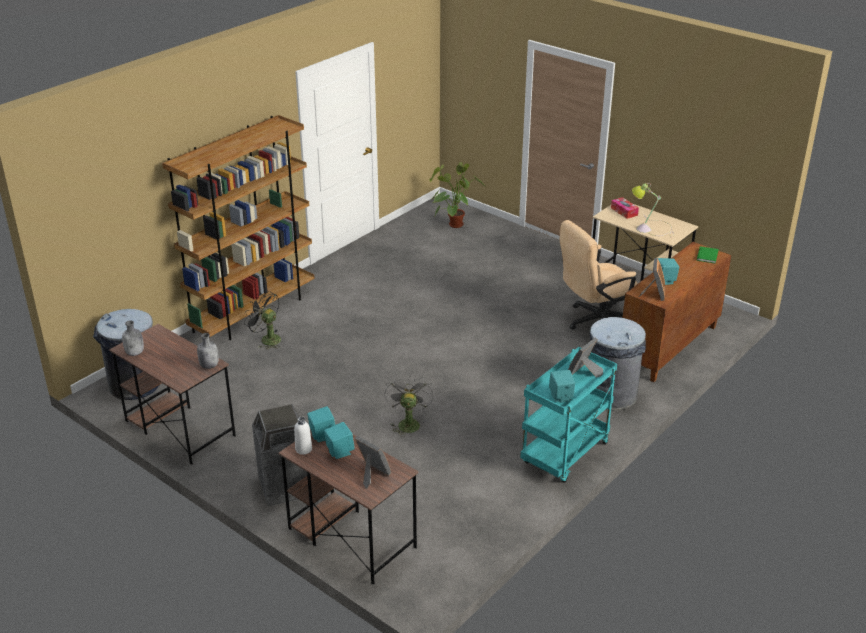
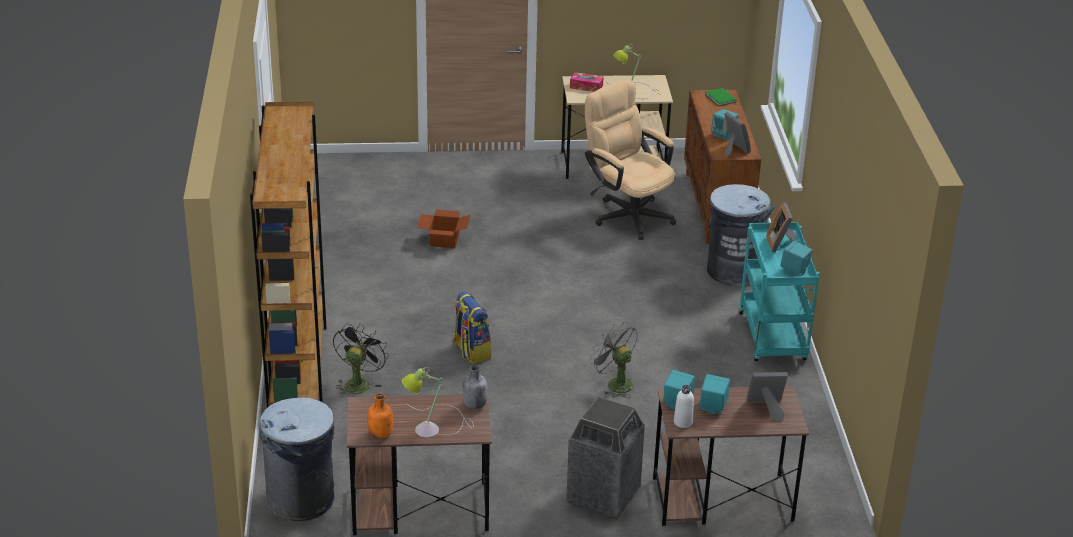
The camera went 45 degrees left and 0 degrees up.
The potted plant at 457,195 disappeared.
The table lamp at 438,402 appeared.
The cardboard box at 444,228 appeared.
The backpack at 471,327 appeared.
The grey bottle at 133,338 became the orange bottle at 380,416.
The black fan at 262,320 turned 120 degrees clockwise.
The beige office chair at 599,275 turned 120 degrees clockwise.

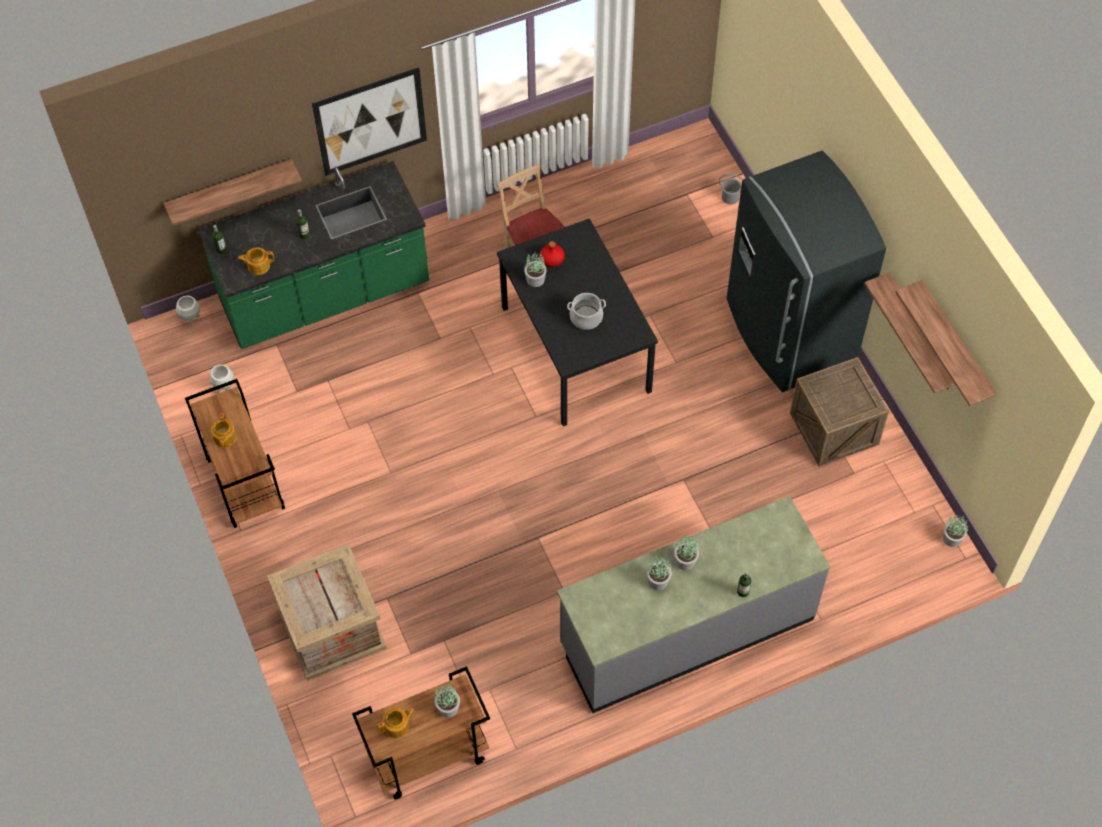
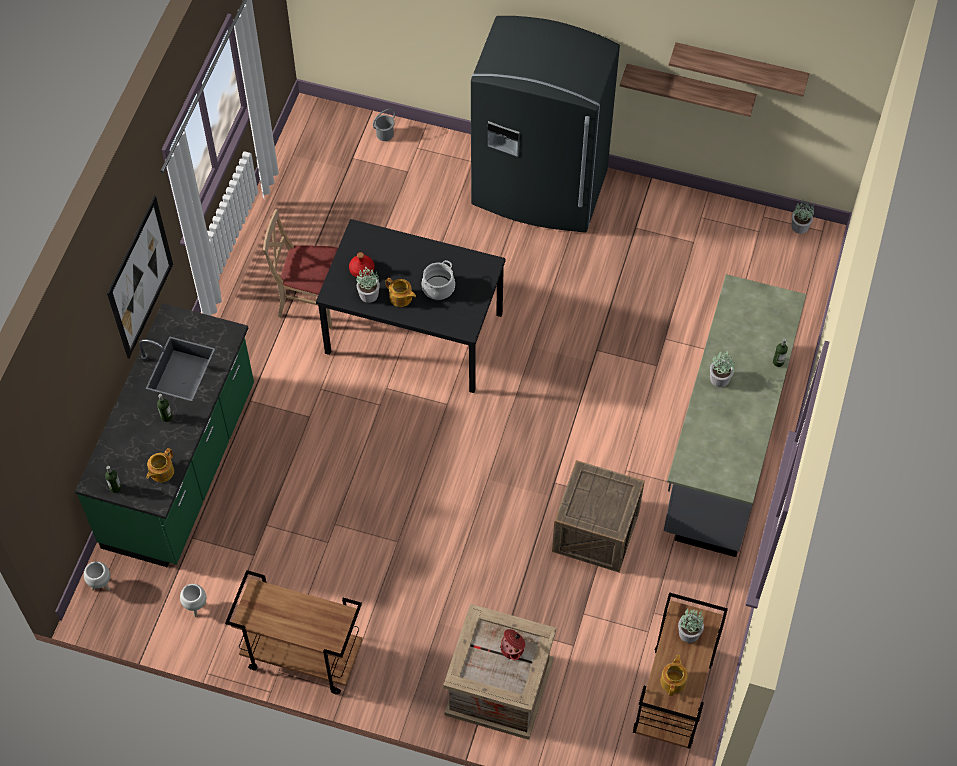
The camera went 50 degrees left and 0 degrees up.
The shelf at 233,192 disappeared.
The potted plant at 659,572 disappeared.
The cooking pot at 513,644 appeared.
The teapot moved from 224,430 to 401,292.
The crate moved from 839,412 to 598,516.

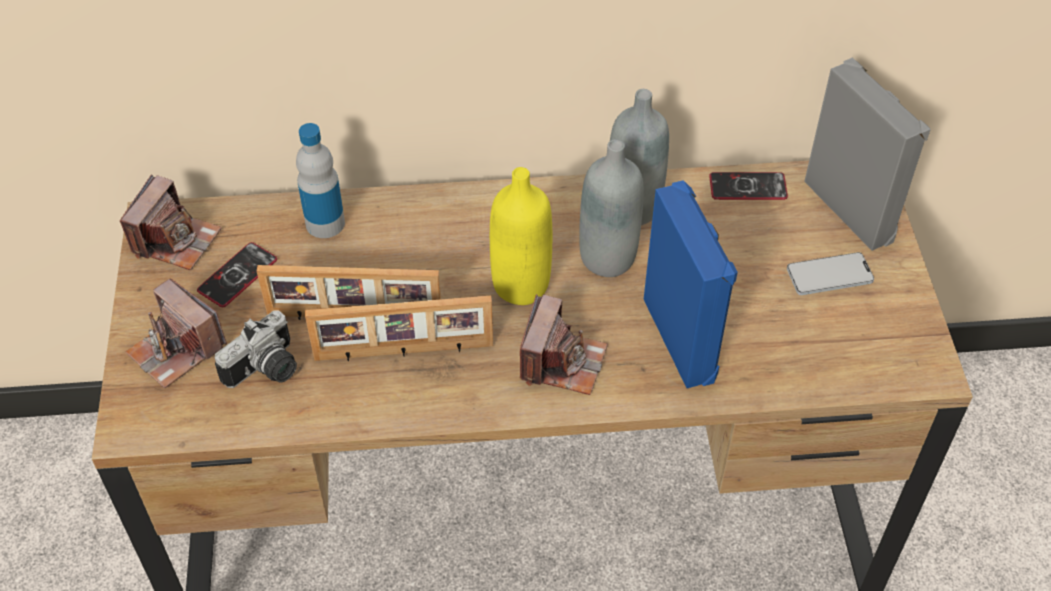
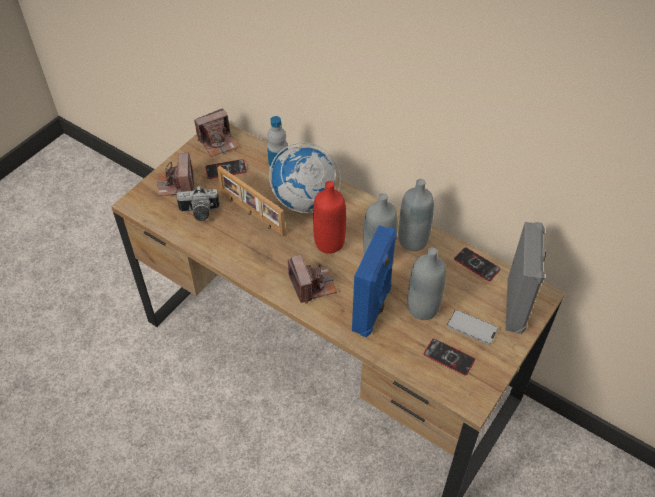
The camera went 40 degrees right and 0 degrees up.
The picture frame at 399,328 disappeared.
The globe at 305,177 appeared.
The grey bottle at 426,284 appeared.
The phone at 449,357 appeared.
The yellow bottle at 521,236 became the red bottle at 329,217.
The photo camera at 564,344 turned 75 degrees counterclockwise.

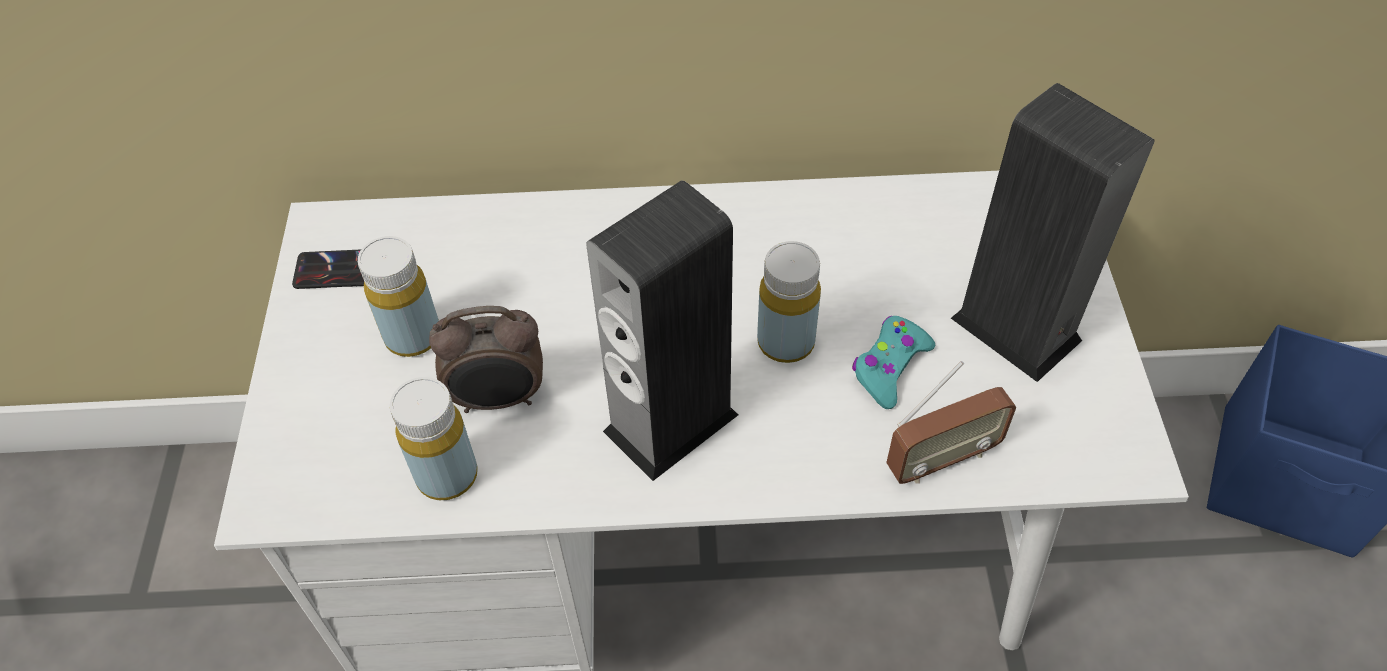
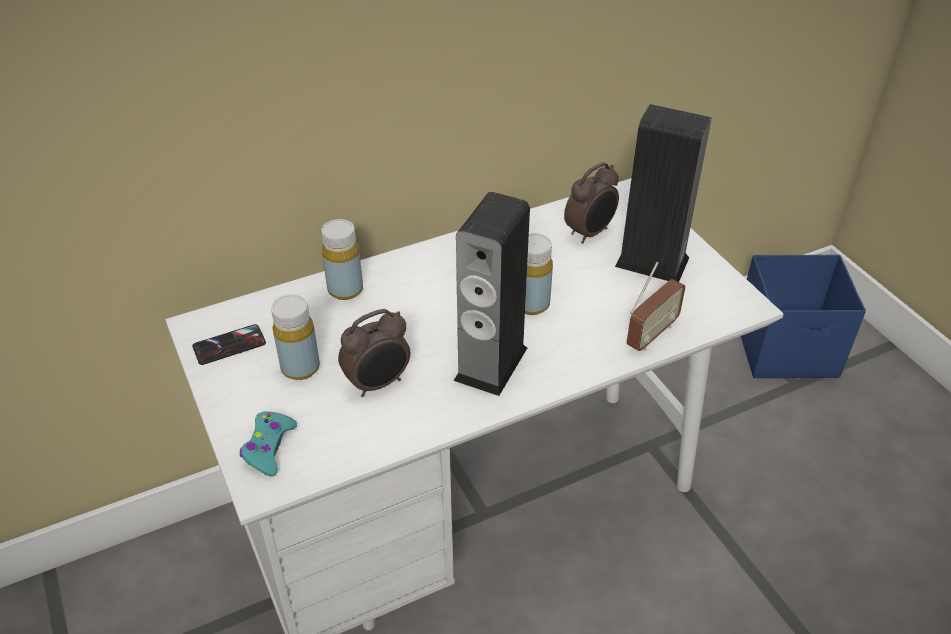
The camera went 25 degrees left and 10 degrees down.
The alarm clock at 591,203 appeared.
The yellow bottle moved from 434,438 to 342,259.
The turquoise game controller moved from 893,362 to 268,444.

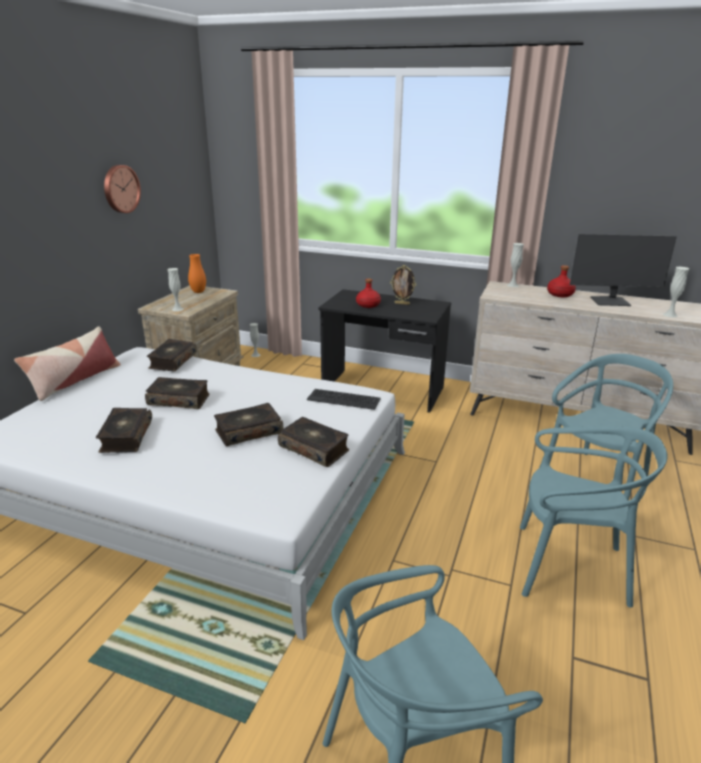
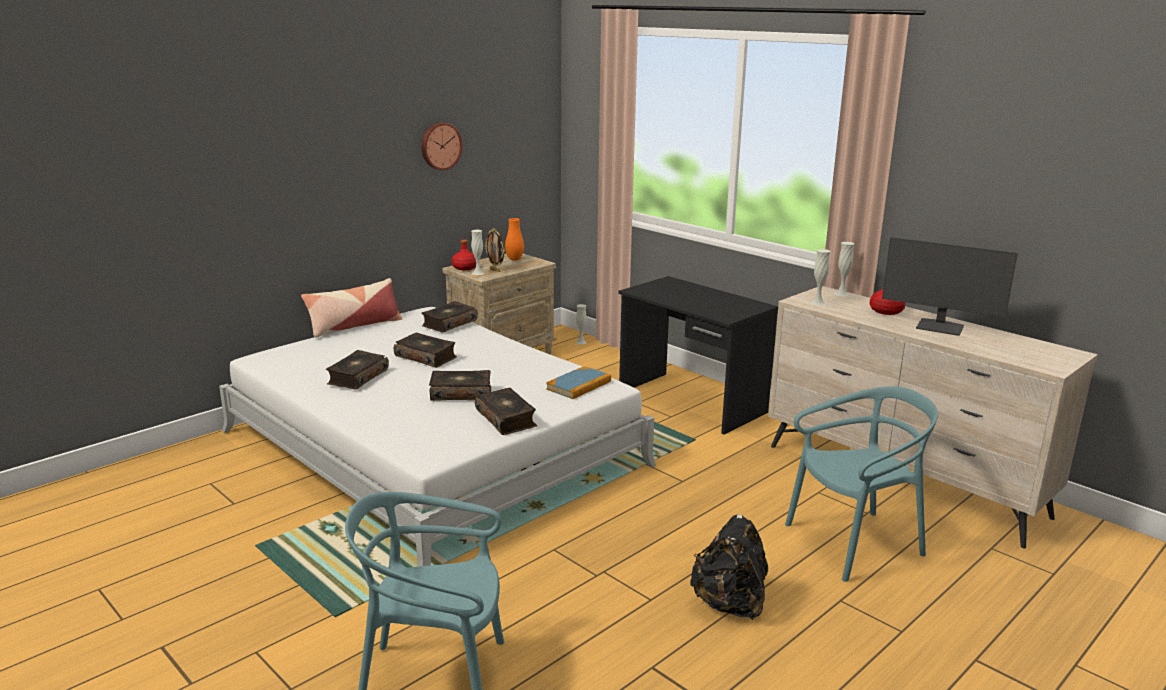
The camera went 25 degrees right and 5 degrees down.
The red bottle moved from 368,293 to 463,255.
The picture frame moved from 403,285 to 495,250.
The white vase moved from 676,292 to 820,277.
The keyboard at 344,399 was replaced by the book at 578,382.
The turquoise chair at 594,517 was replaced by the black backpack at 729,567.

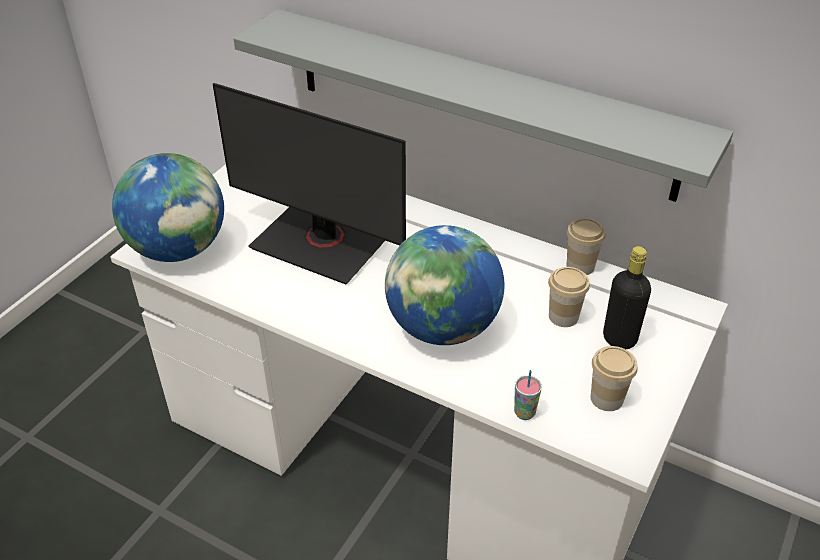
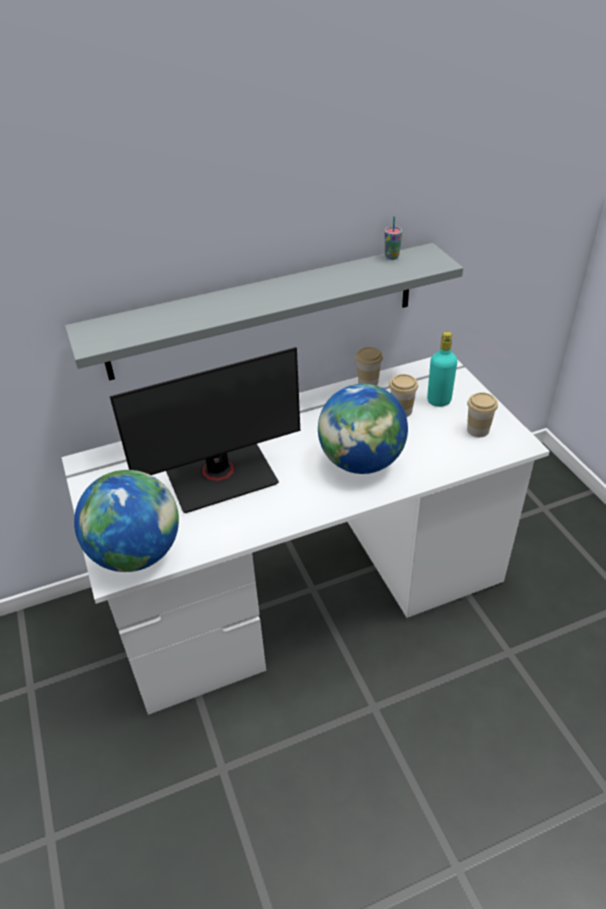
The camera went 50 degrees left and 0 degrees up.
The cup moved from 528,395 to 393,238.
The black bottle at 627,297 became the turquoise bottle at 442,369.

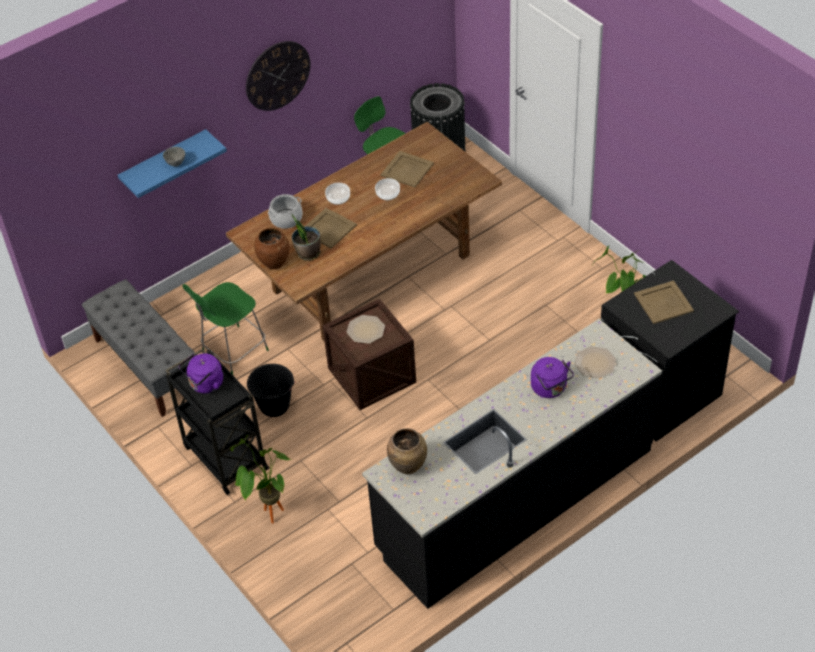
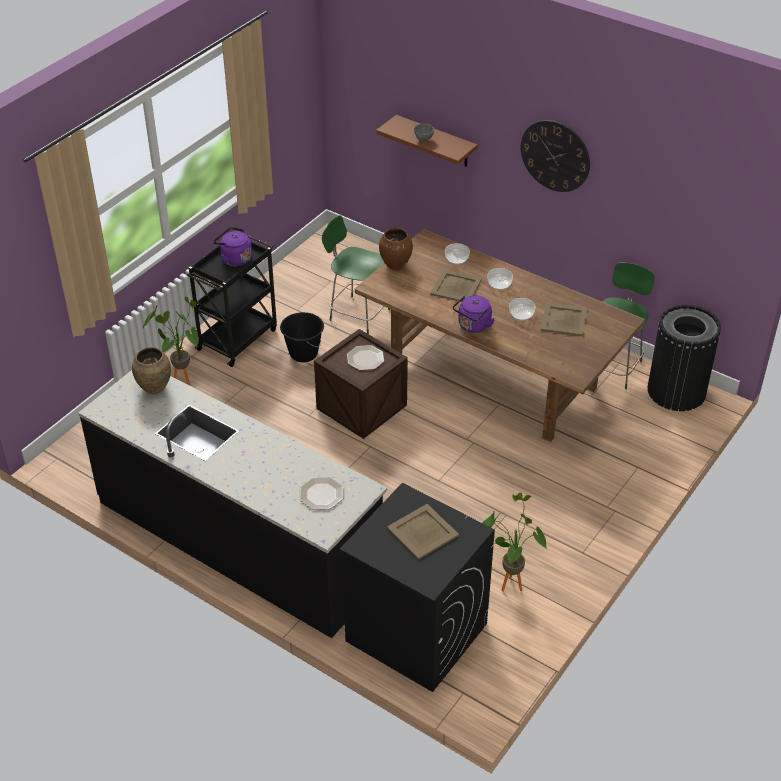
The camera went 70 degrees right and 5 degrees down.
The grey bench at 139,348 disappeared.
The potted plant at 306,237 disappeared.
The purple kettle moved from 552,377 to 474,314.
The cooking pot at 285,211 was replaced by the bowl at 457,253.
The blue shelf at 172,163 became the brown shelf at 427,141.

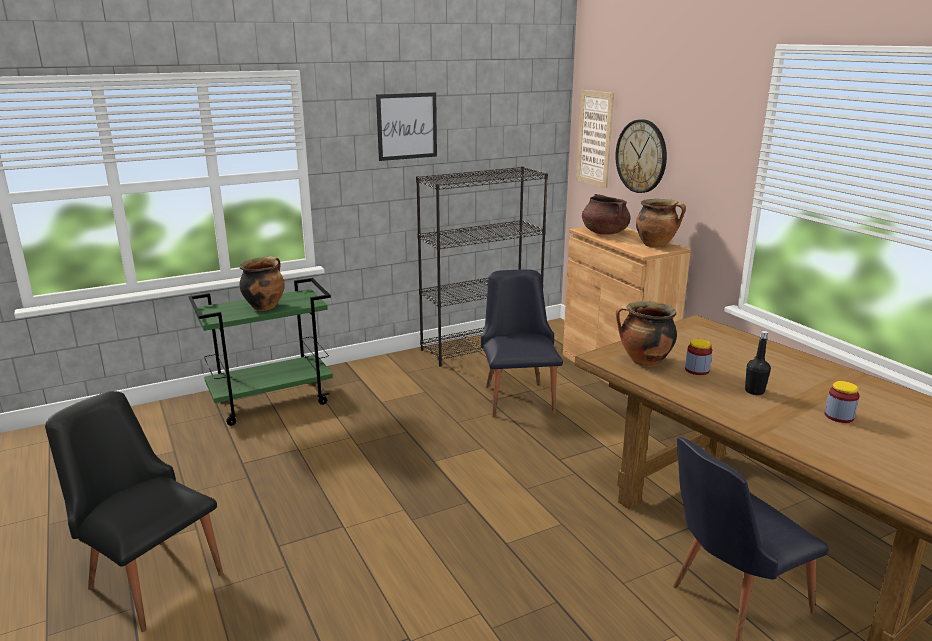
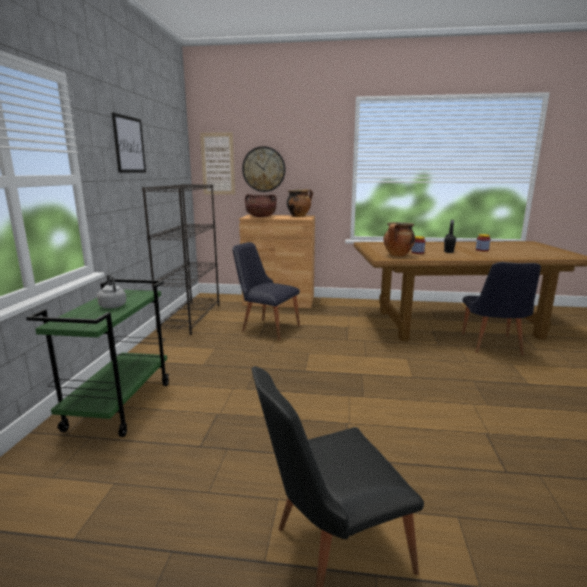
The camera went 55 degrees left and 5 degrees down.
The cooking pot at 262,283 was replaced by the grey kettle at 112,291.

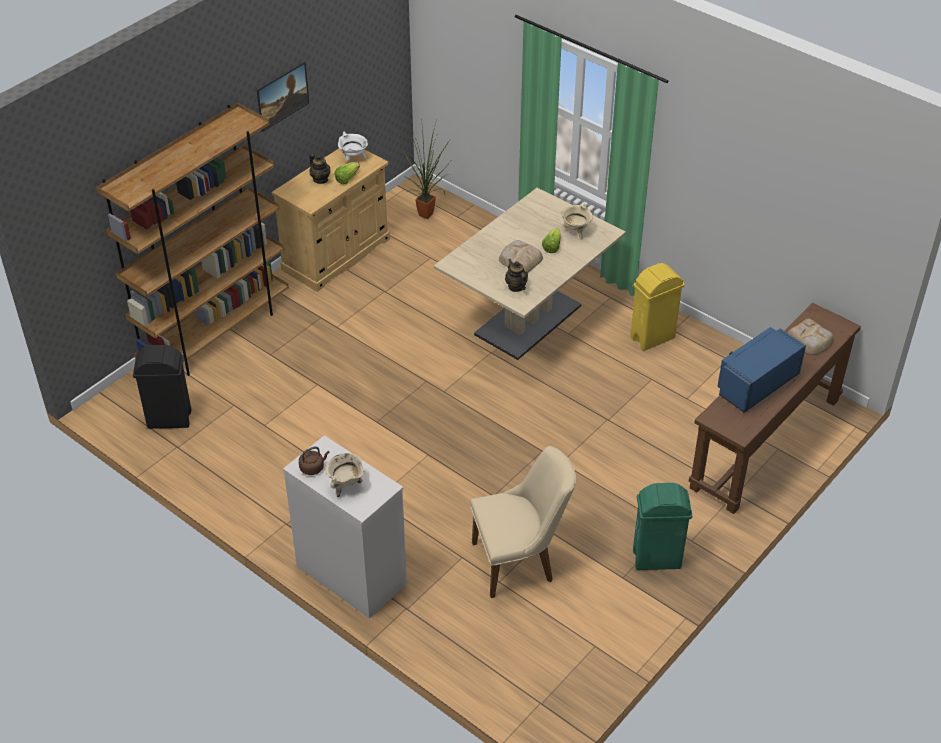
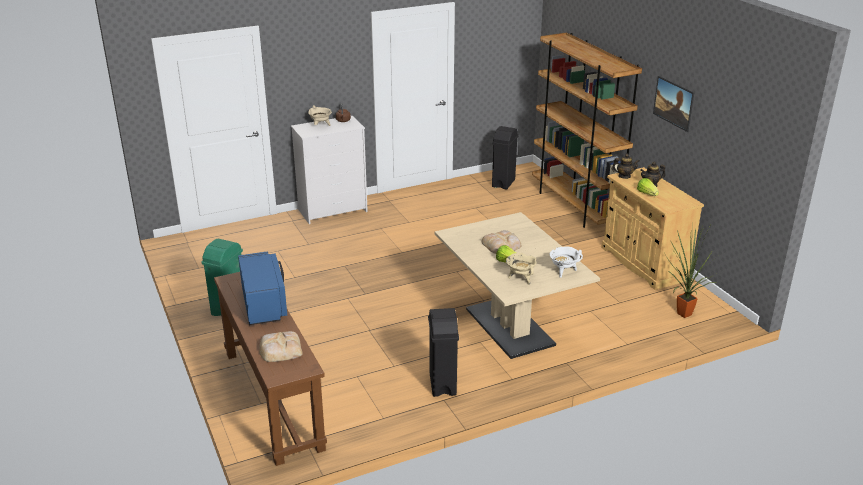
The camera went 115 degrees right and 15 degrees down.
The beige chair at 523,522 disappeared.
The white cooking pot moved from 353,146 to 566,262.
The teapot moved from 516,275 to 626,166.
The yellow trash can at 657,307 became the black trash can at 443,352.

